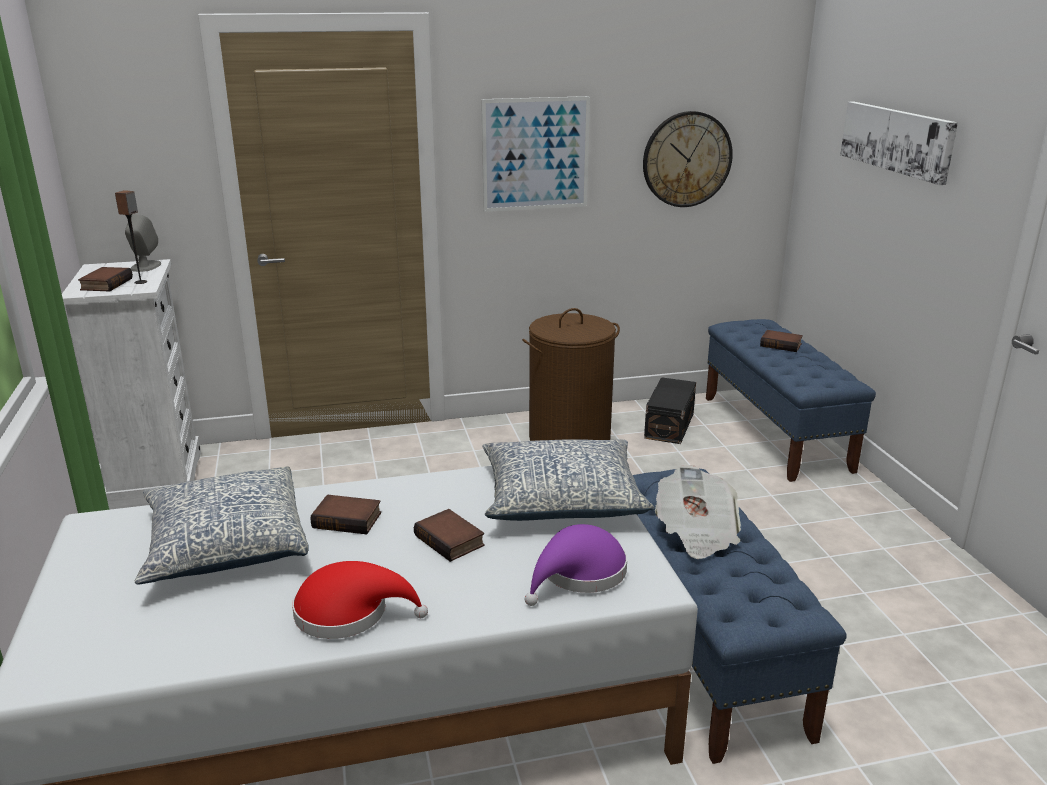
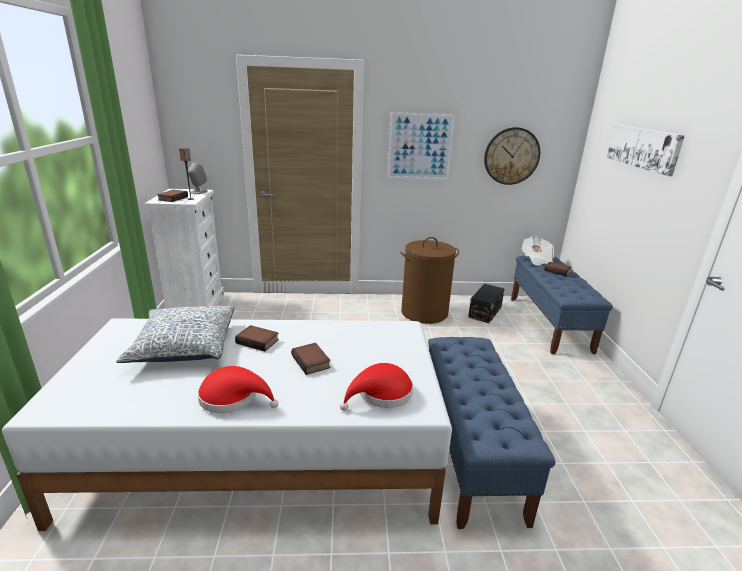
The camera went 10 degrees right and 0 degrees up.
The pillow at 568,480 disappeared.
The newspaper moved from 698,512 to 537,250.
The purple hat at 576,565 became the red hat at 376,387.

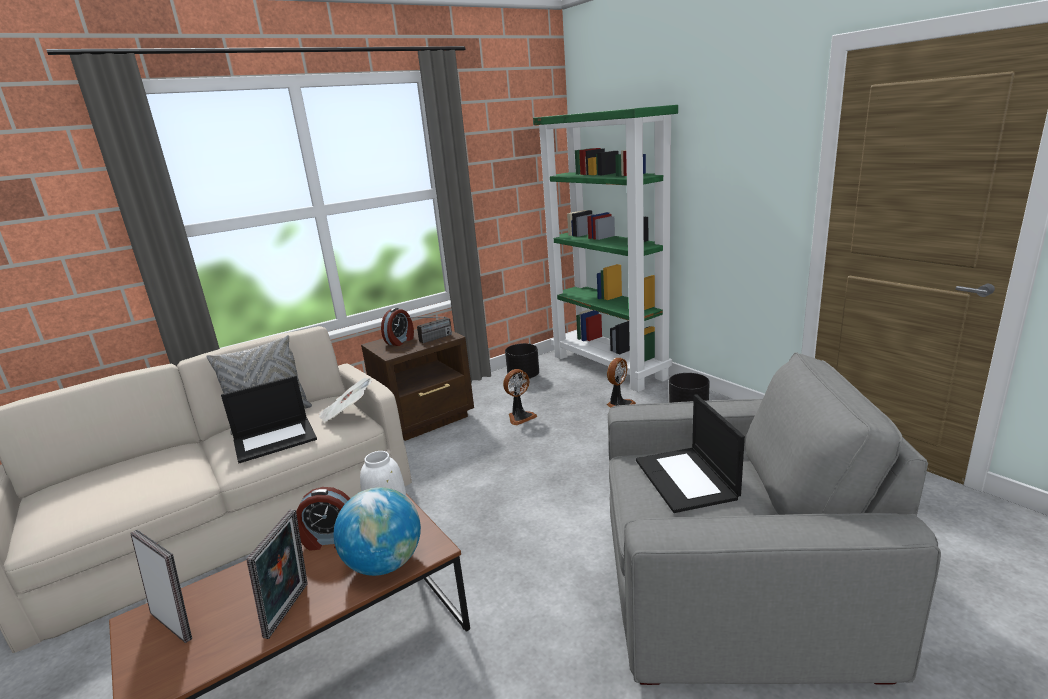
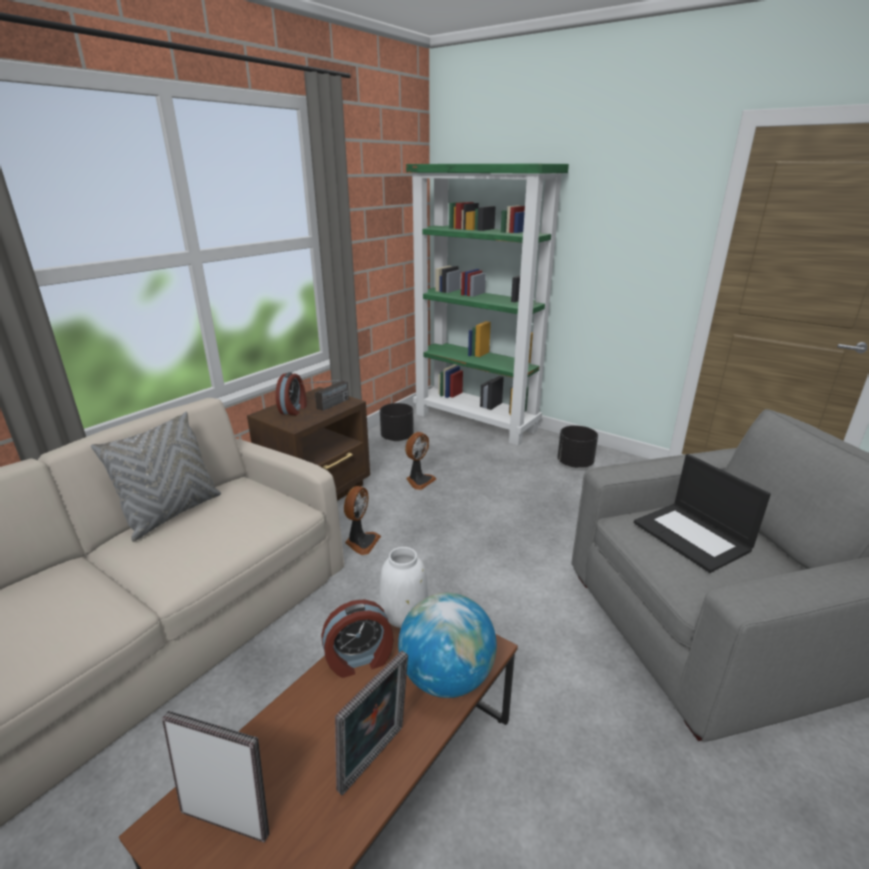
The camera went 20 degrees left and 5 degrees up.
The laptop at 269,419 disappeared.
The newspaper at 345,401 disappeared.
The fan moved from 621,383 to 362,520.
The picture frame at 277,574 turned 45 degrees clockwise.

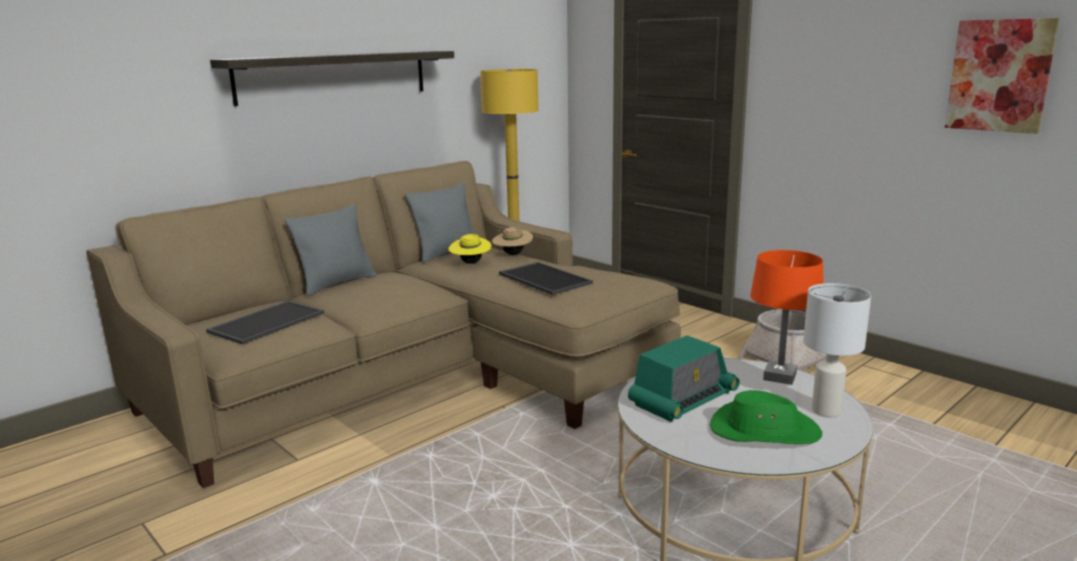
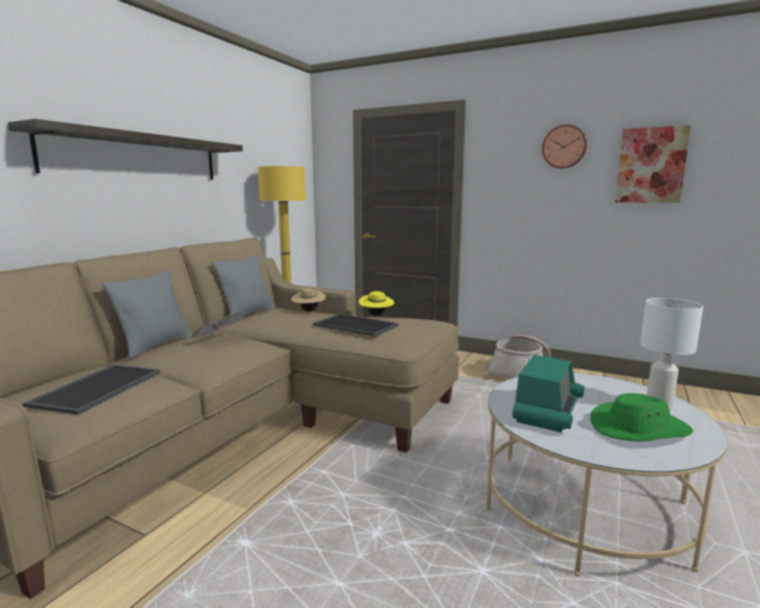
The camera went 20 degrees left and 5 degrees down.
The orange table lamp at 787,317 disappeared.
The newspaper at 218,325 appeared.
The wall clock at 564,146 appeared.
The yellow hat moved from 470,249 to 376,303.

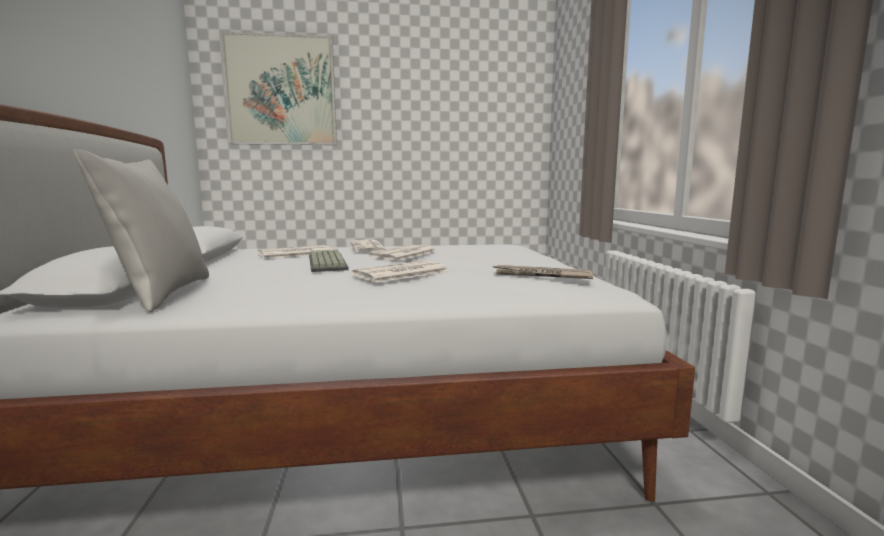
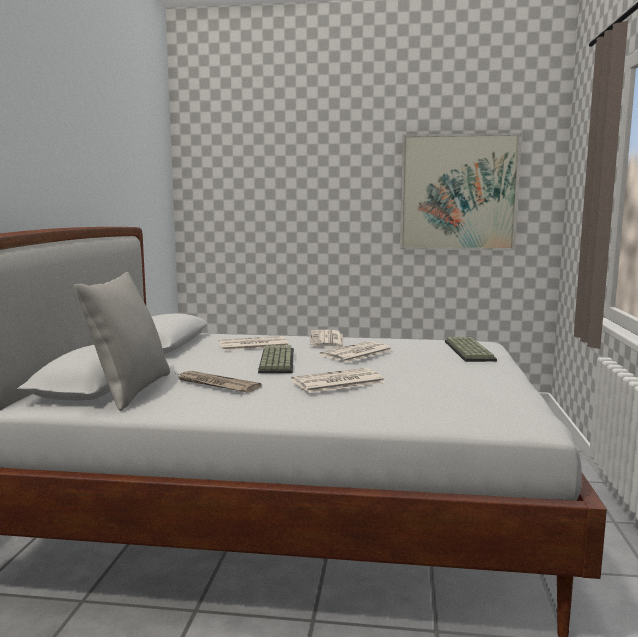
The camera went 15 degrees right and 0 degrees up.
The keyboard at 471,349 appeared.
The picture moved from 278,88 to 460,192.
The newspaper moved from 543,272 to 218,382.

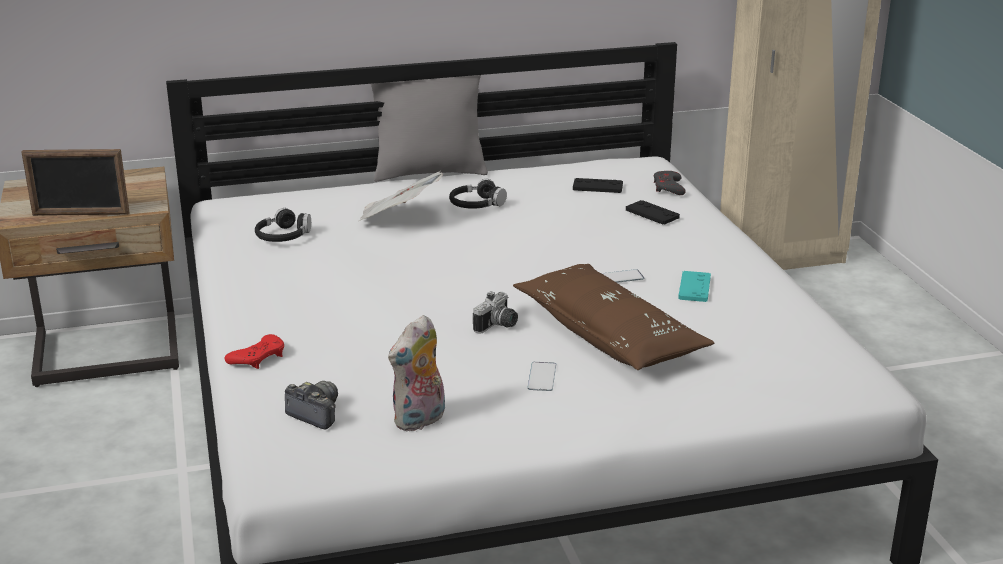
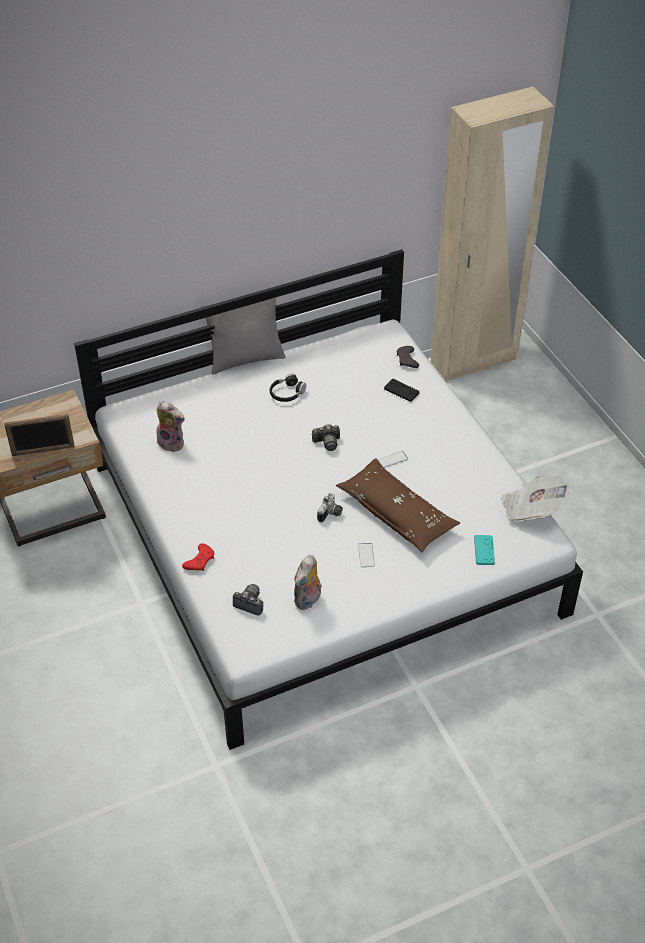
The camera went 10 degrees left and 20 degrees up.
The black game controller at 598,185 disappeared.
The photo camera at 325,437 appeared.
The newspaper moved from 401,196 to 535,498.
The turquoise game controller moved from 694,286 to 484,550.
The black headphones at 283,225 was replaced by the plush toy at 170,426.

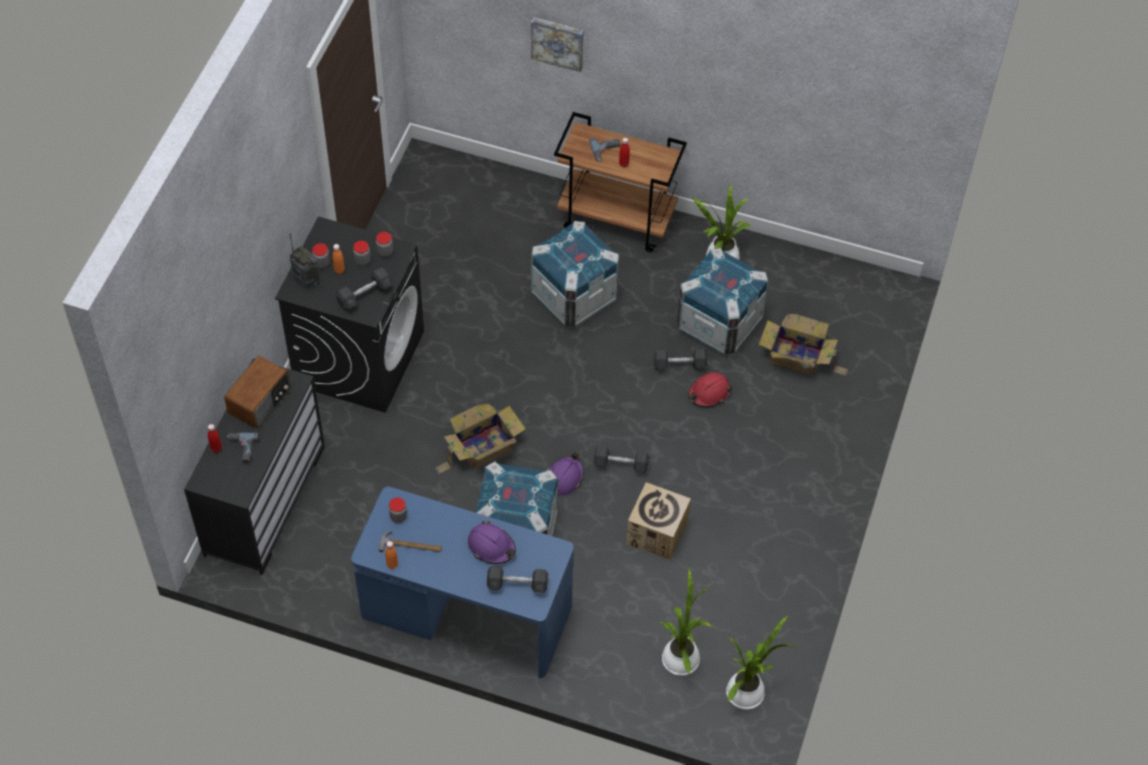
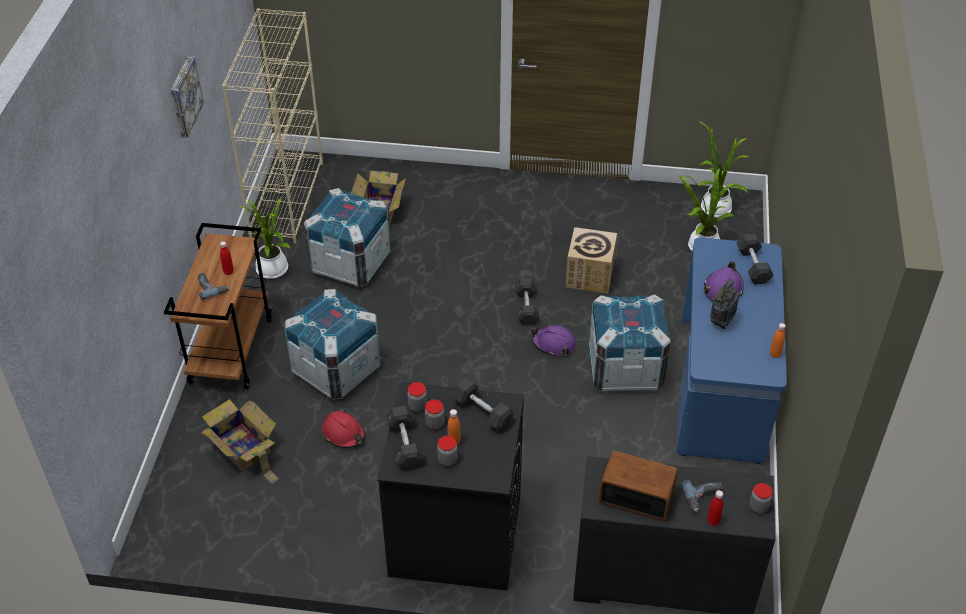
The camera went 100 degrees left and 10 degrees down.
The hammer at 410,541 disappeared.
The beige bookcase at 272,125 appeared.
The radio moved from 305,261 to 724,304.
The jar moved from 398,510 to 760,498.
The cardboard box moved from 480,439 to 240,441.
The picture moved from 557,44 to 187,97.
The grey dumbbell moved from 680,360 to 405,437.
The red hard hat moved from 710,389 to 343,429.

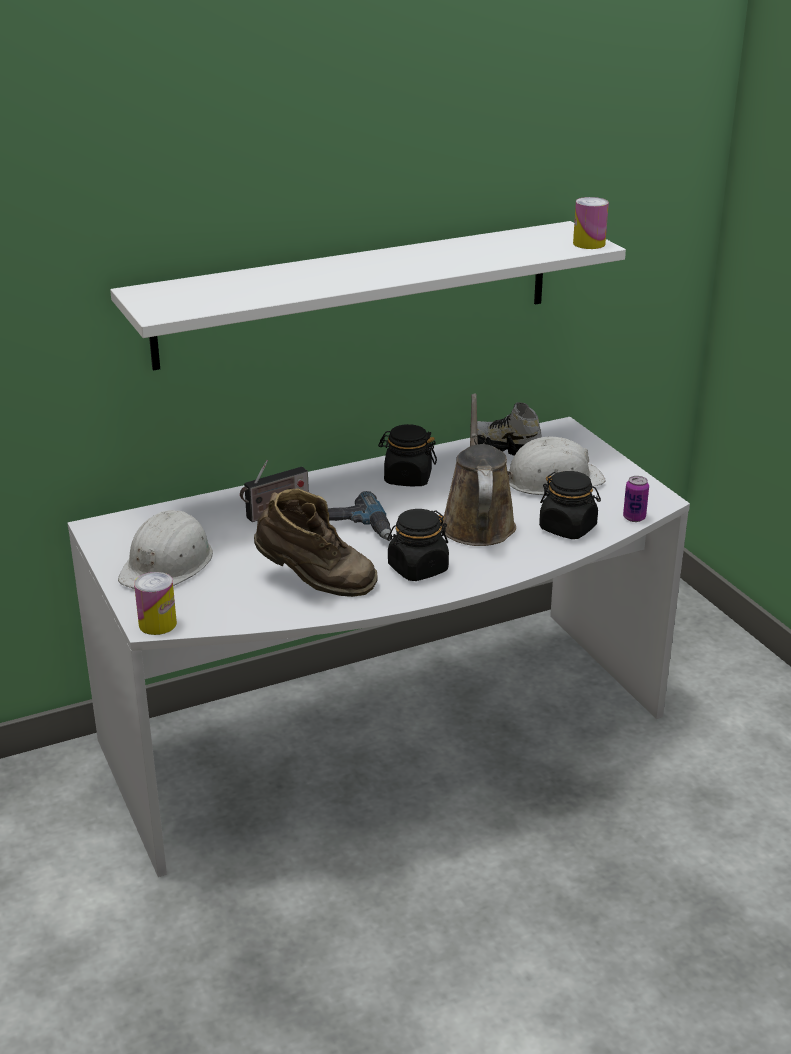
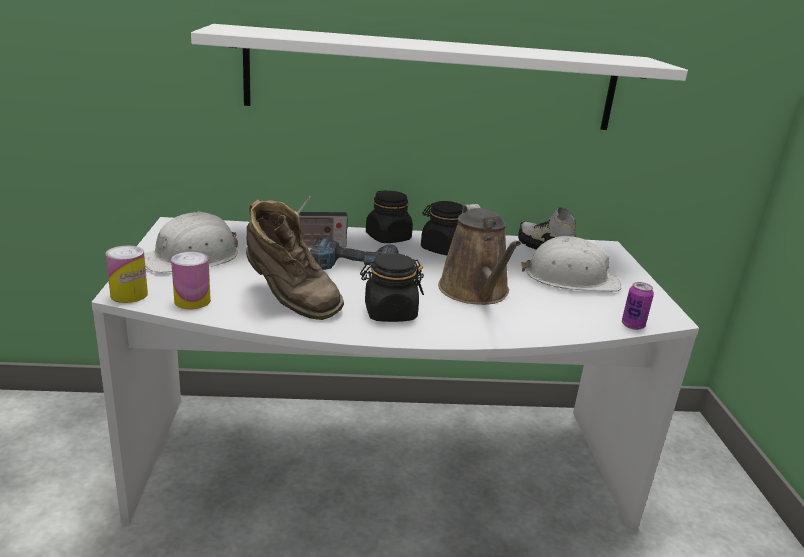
The camera went 20 degrees right and 5 degrees down.
The black jar moved from 570,505 to 389,216.
The can moved from 591,223 to 191,280.
The brown watering can at 478,469 turned 150 degrees clockwise.

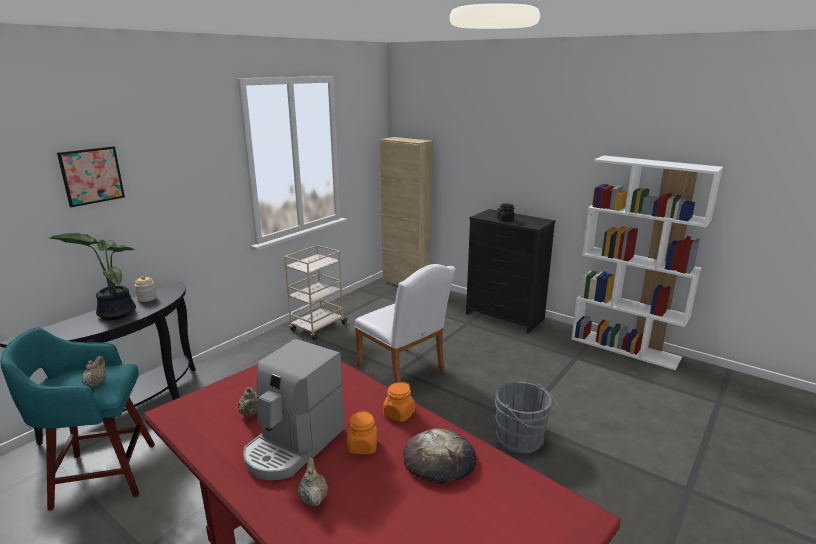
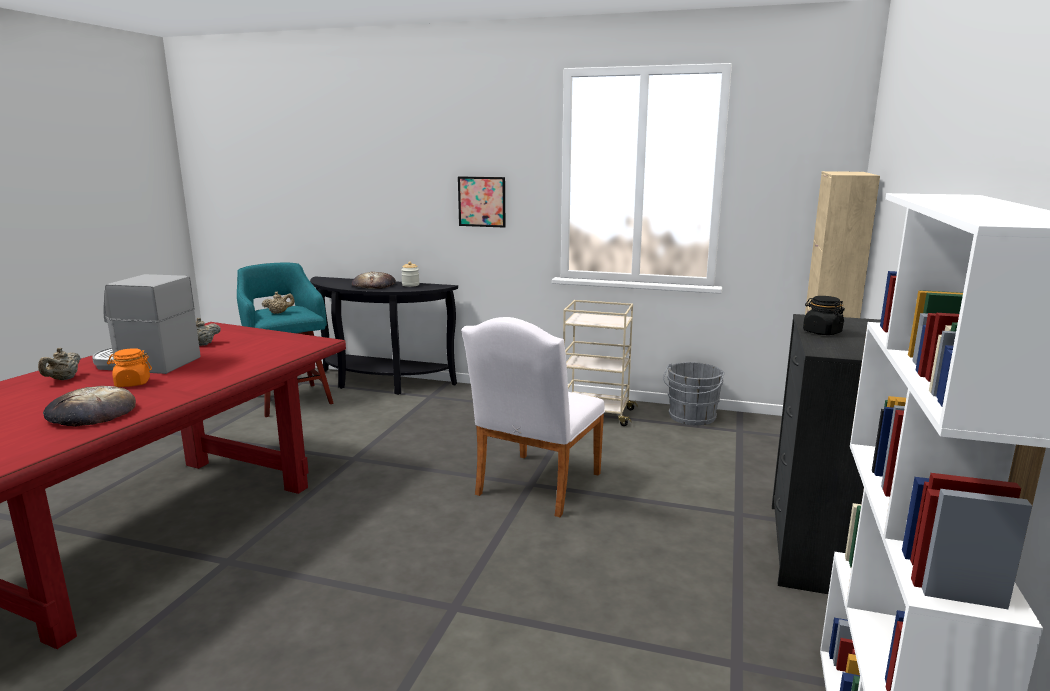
The camera went 70 degrees right and 5 degrees down.
The orange jar at 399,402 disappeared.
The picture moved from 91,176 to 481,202.
The grey bucket moved from 526,418 to 694,394.
The potted plant at 93,276 was replaced by the bread at 374,280.
The beige teapot at 313,481 turned 135 degrees clockwise.

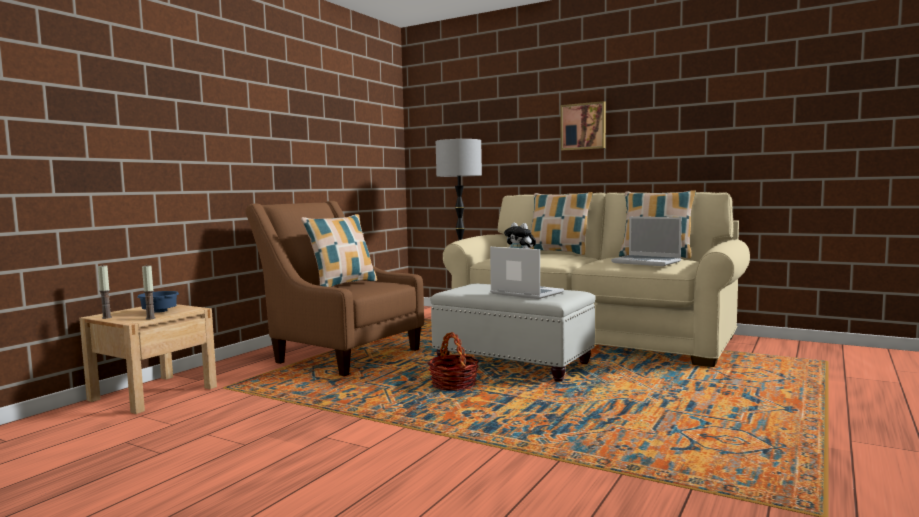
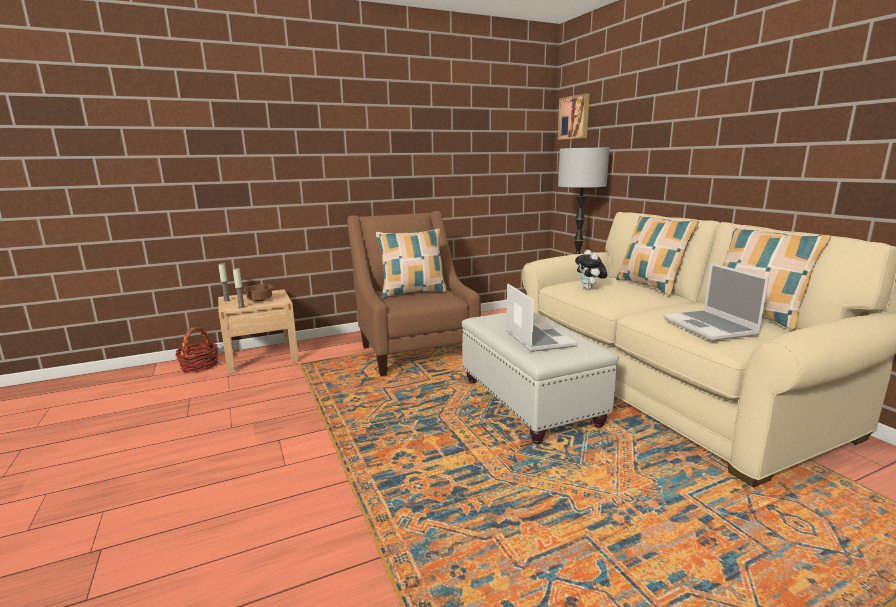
The camera went 35 degrees right and 10 degrees up.
The basket moved from 453,361 to 196,350.
The picture moved from 583,125 to 574,116.
The blue bowl at 158,302 became the brown bowl at 259,293.

